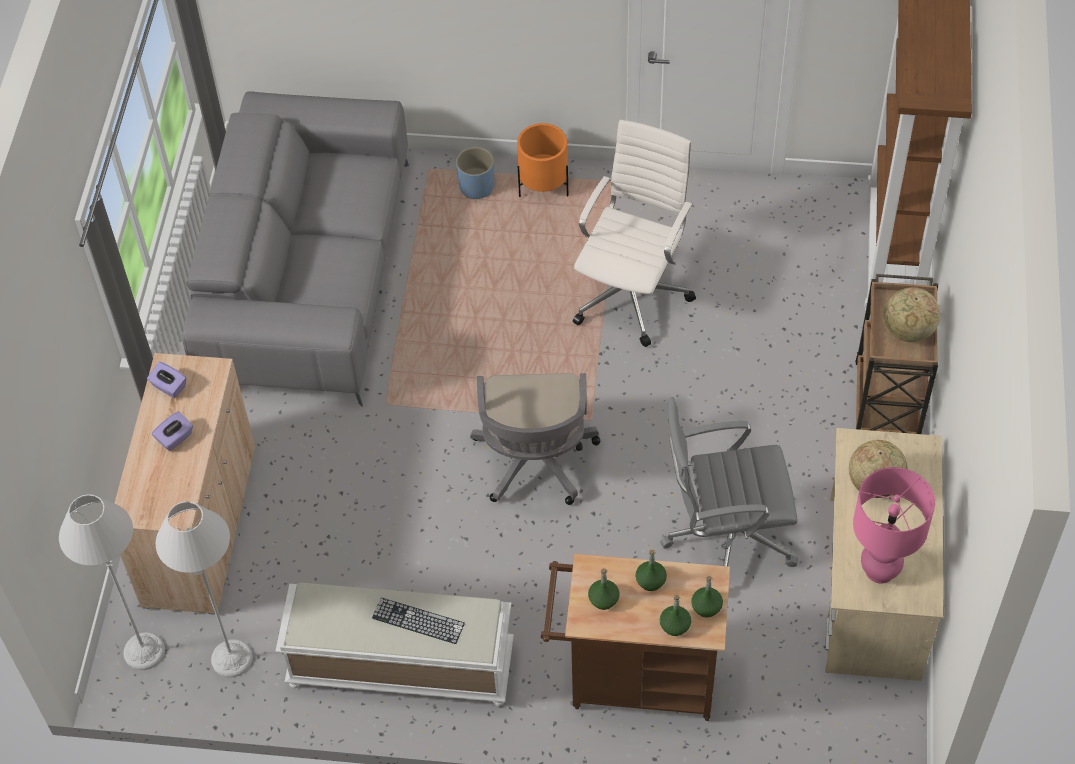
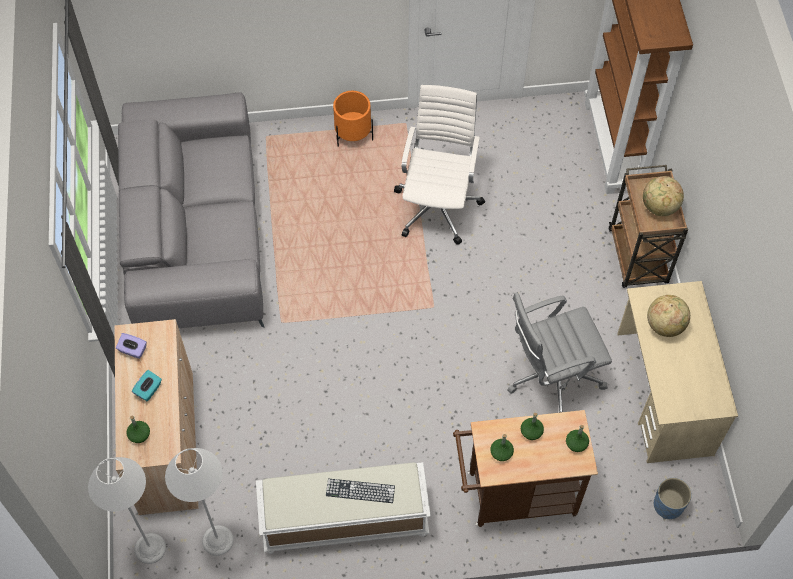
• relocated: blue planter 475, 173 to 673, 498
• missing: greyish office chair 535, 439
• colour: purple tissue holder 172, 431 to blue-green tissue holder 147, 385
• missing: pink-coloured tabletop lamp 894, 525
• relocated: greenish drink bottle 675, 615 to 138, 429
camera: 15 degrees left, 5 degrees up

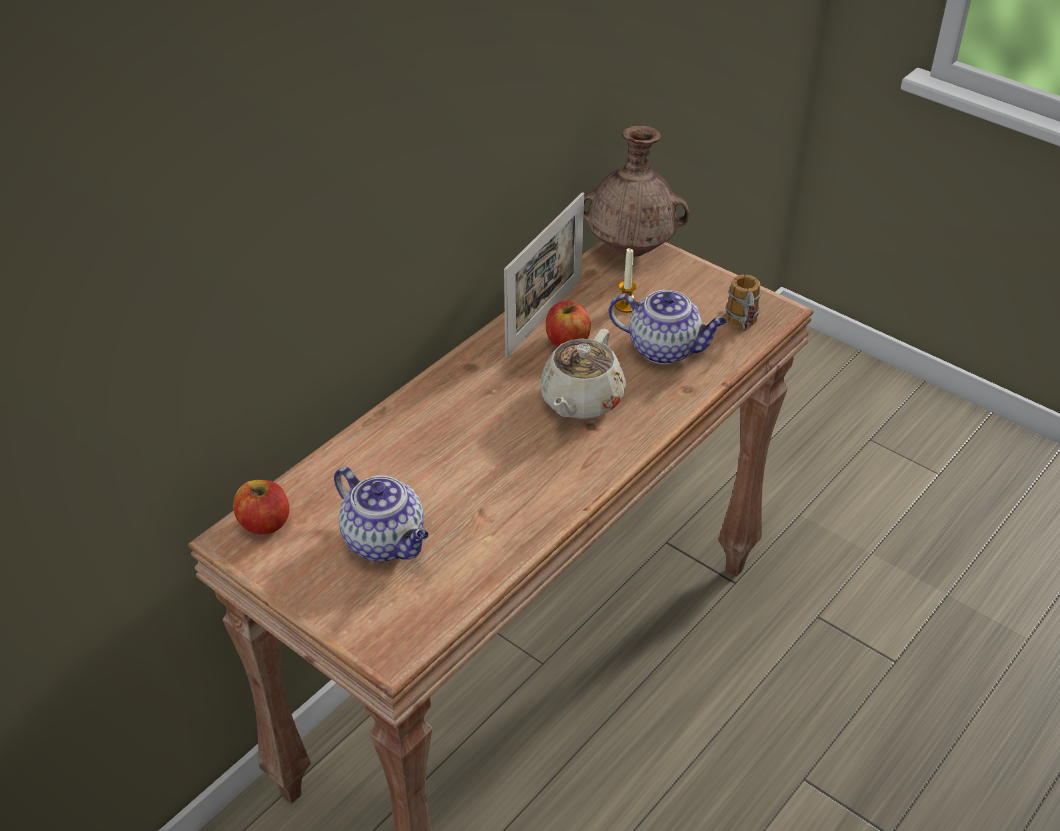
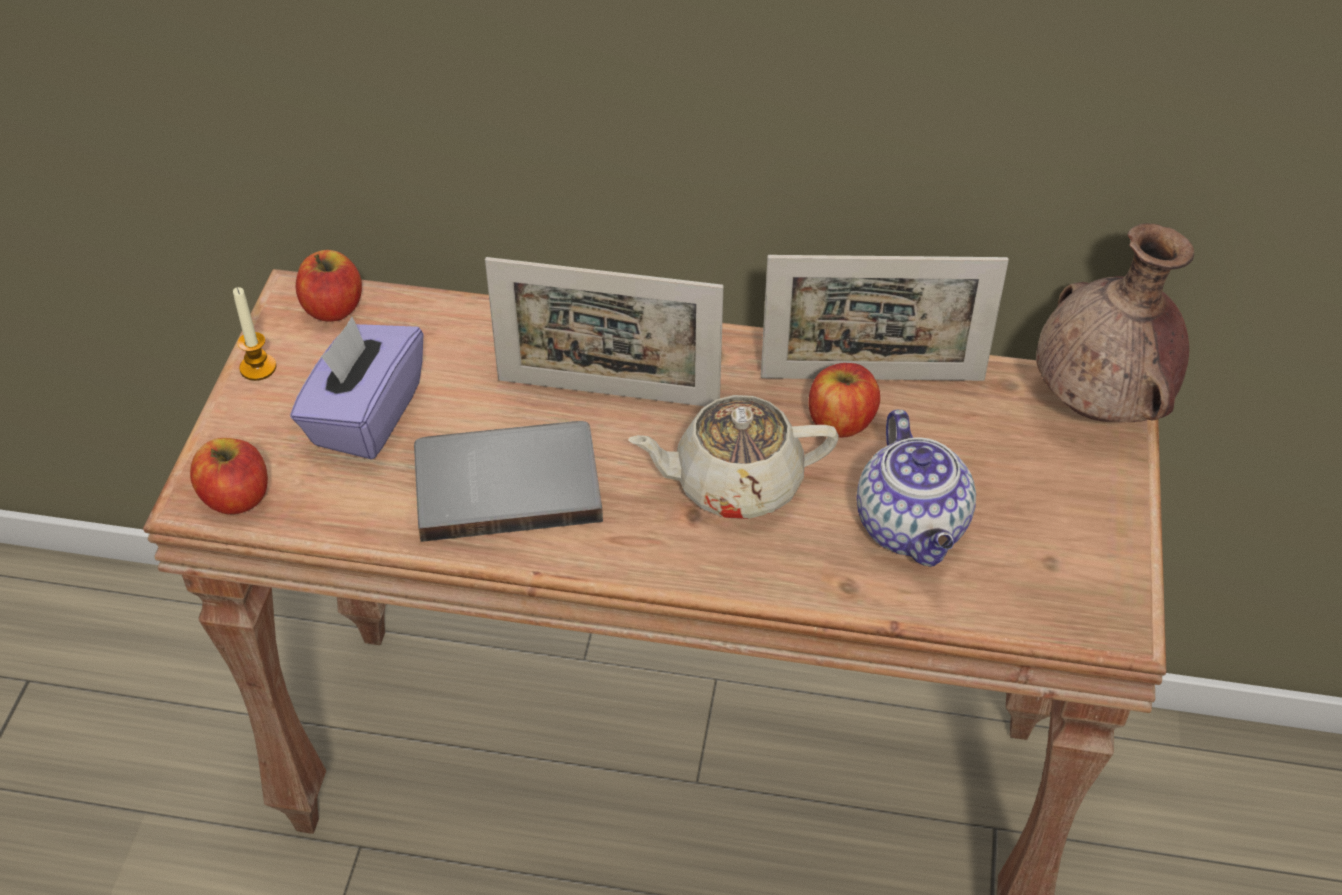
• relocated: candle 626, 280 to 255, 334
• missing: tea mug 743, 303
• exchanged: pot for tea 381, 514 to purple tissue holder 356, 388
• appeared: photo frame 604, 331
• appeared: greyish bound book 508, 481
• appeared: whole apple 229, 476
camera: 60 degrees right, 5 degrees up

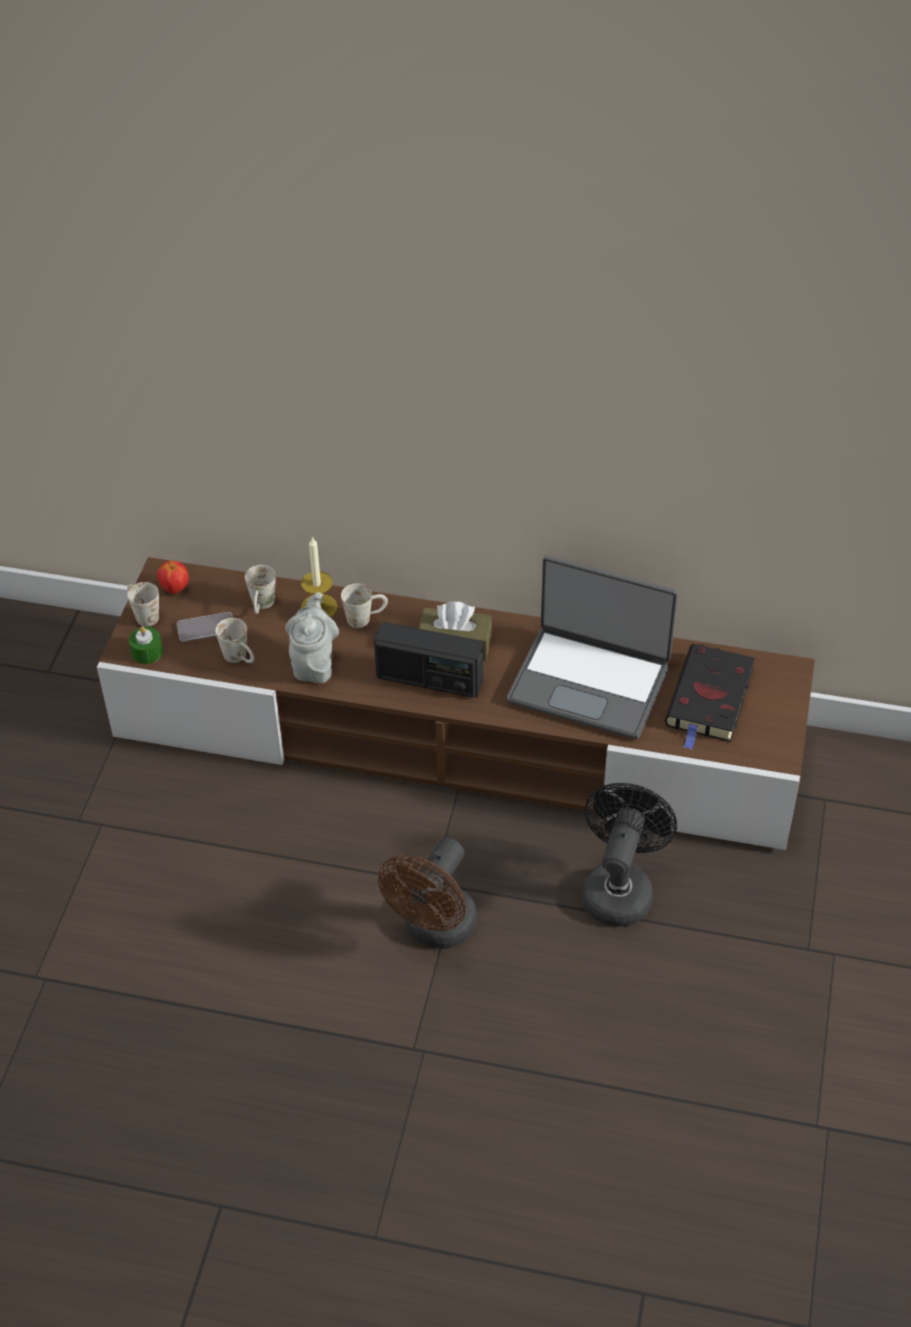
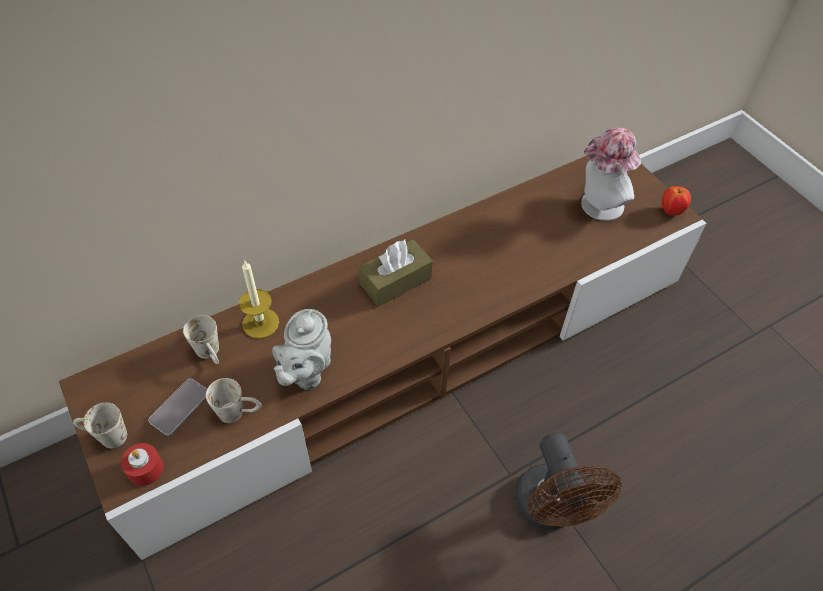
• missing: laptop 592, 648
• relocated: whole apple 173, 577 to 676, 200
• missing: white tea mug 364, 605
• spun: greyish pot for tea 312, 637 = 301, 349 120 degrees counterclockwise
• missing: radio 428, 660
• colour: greenish candle 146, 645 to reddish candle 142, 464
• exchanged: blackish bound book 710, 697 to wearable hat 611, 174
• missing: blackish electric fan 629, 855
camera: 45 degrees left, 5 degrees up

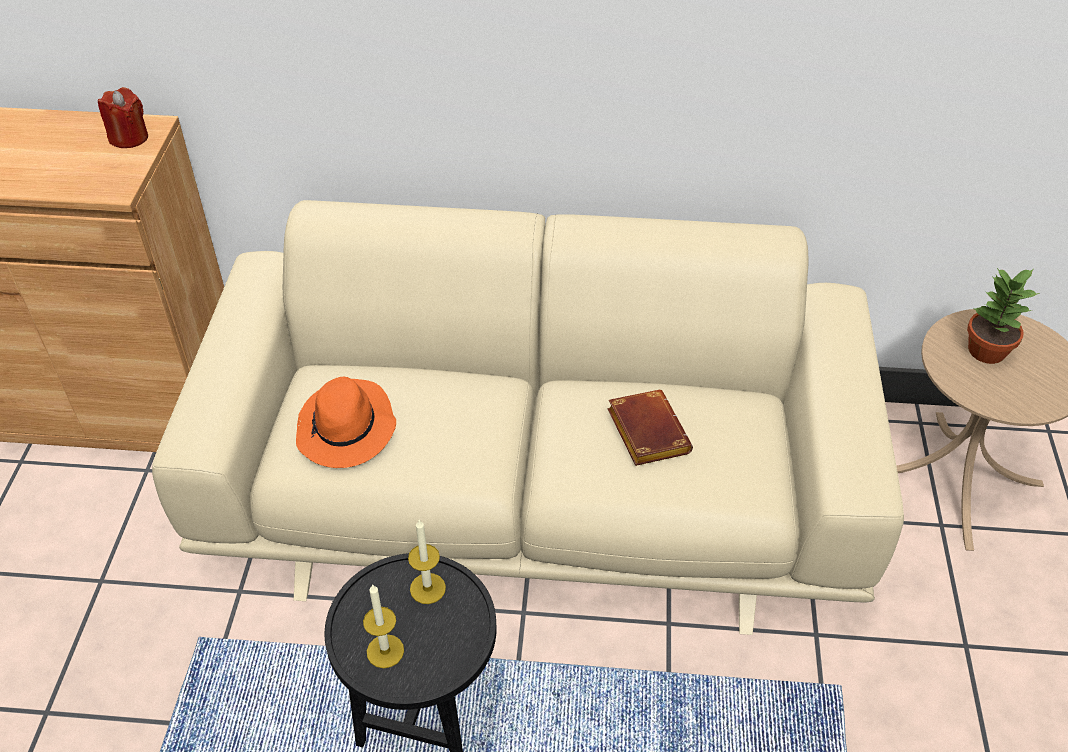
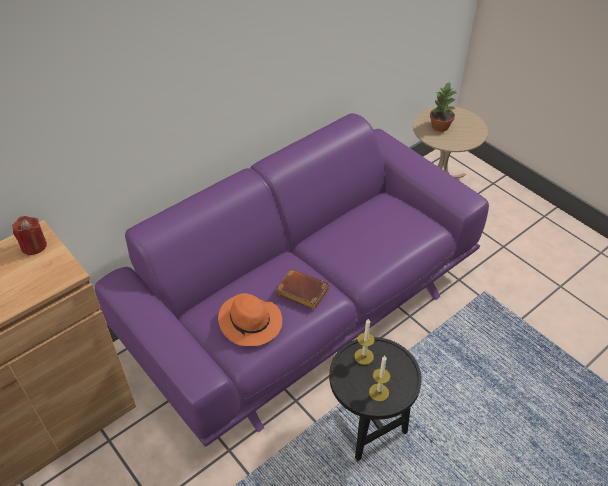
• colour: beige-coloured couch 528, 417 to purple couch 292, 280
• relocated: brown bound book 650, 428 to 302, 289
camera: 45 degrees left, 0 degrees up

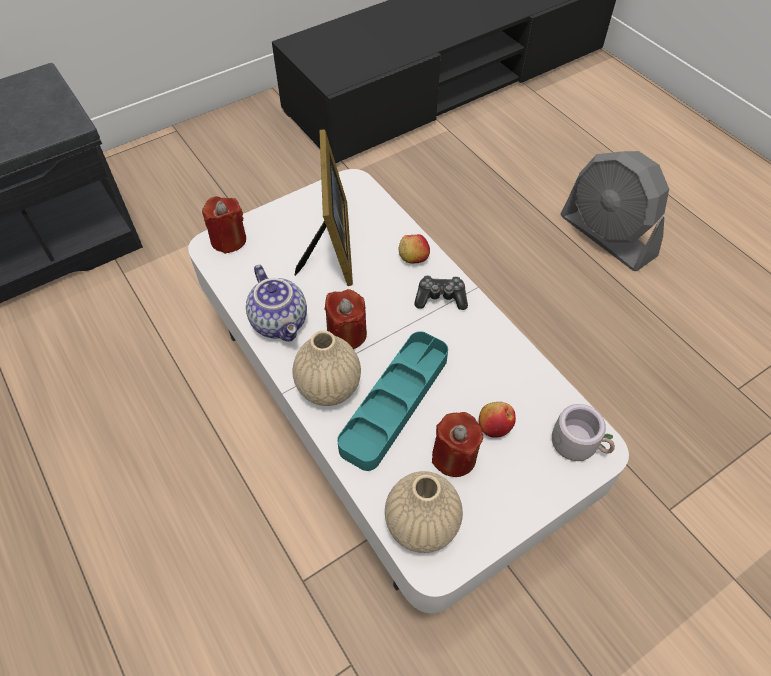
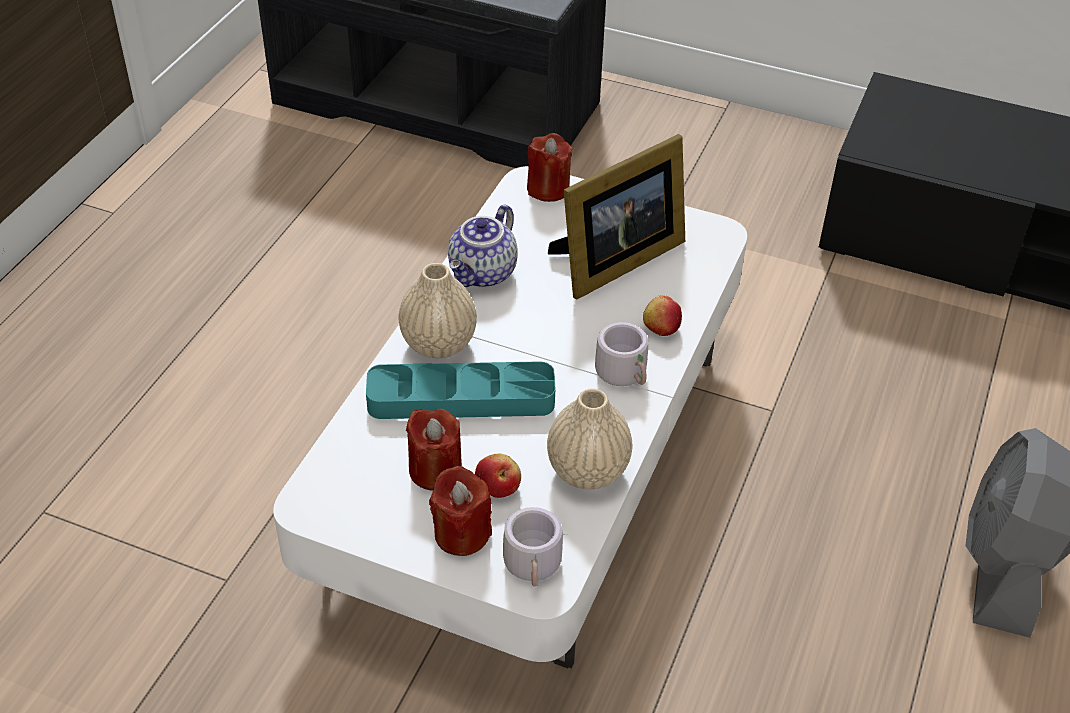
• exchanged: joypad 441, 292 to greyish tea mug 621, 354
• relocated: reddish candle 345, 319 to 460, 511
• relocated: beige-coloured flower vase 424, 512 to 589, 438
camera: 55 degrees right, 10 degrees down

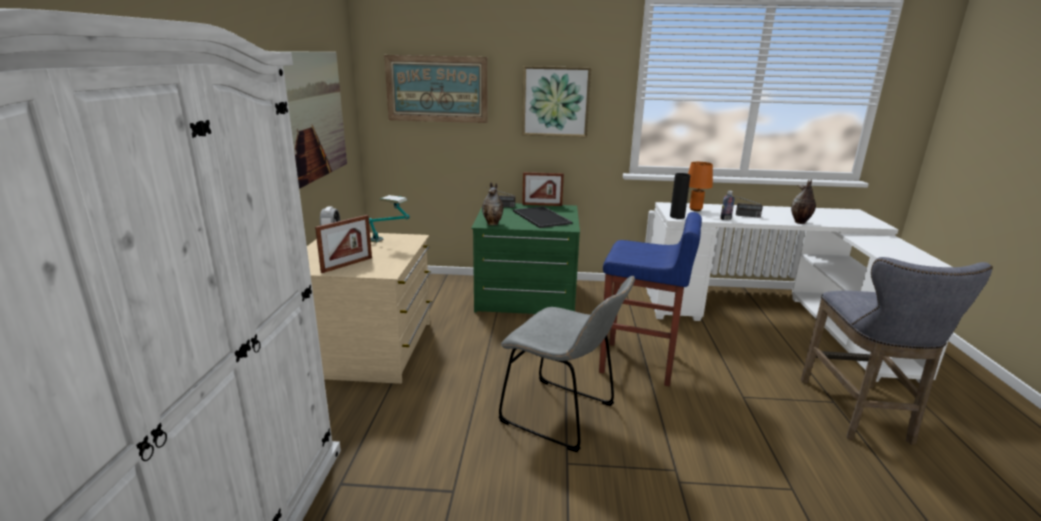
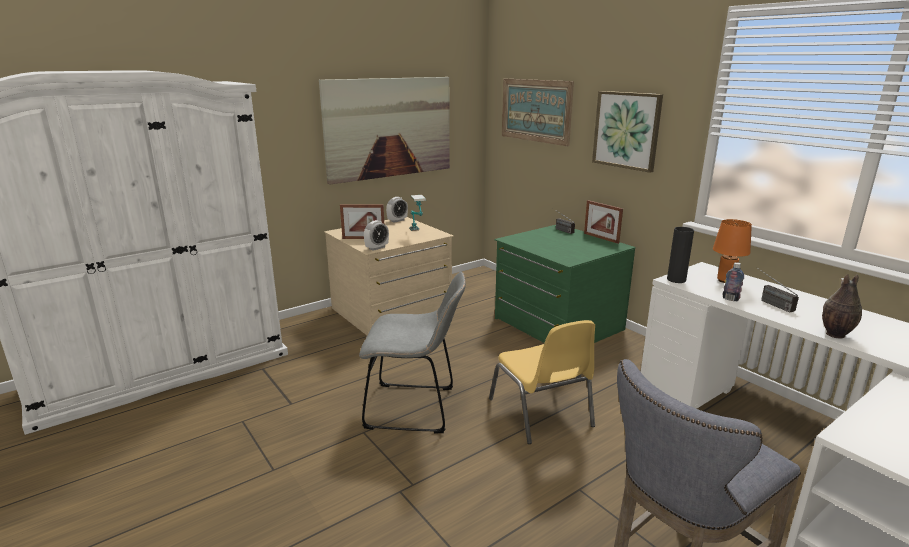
• missing: flower vase 492, 203
• missing: carrying tray 542, 217
• exchanged: blue sitting stool 650, 299 to yellow chair 542, 382
• spun: greyish chair 567, 364 = 412, 353 75 degrees counterclockwise
• appeared: alarm clock 376, 235
camera: 50 degrees right, 0 degrees up

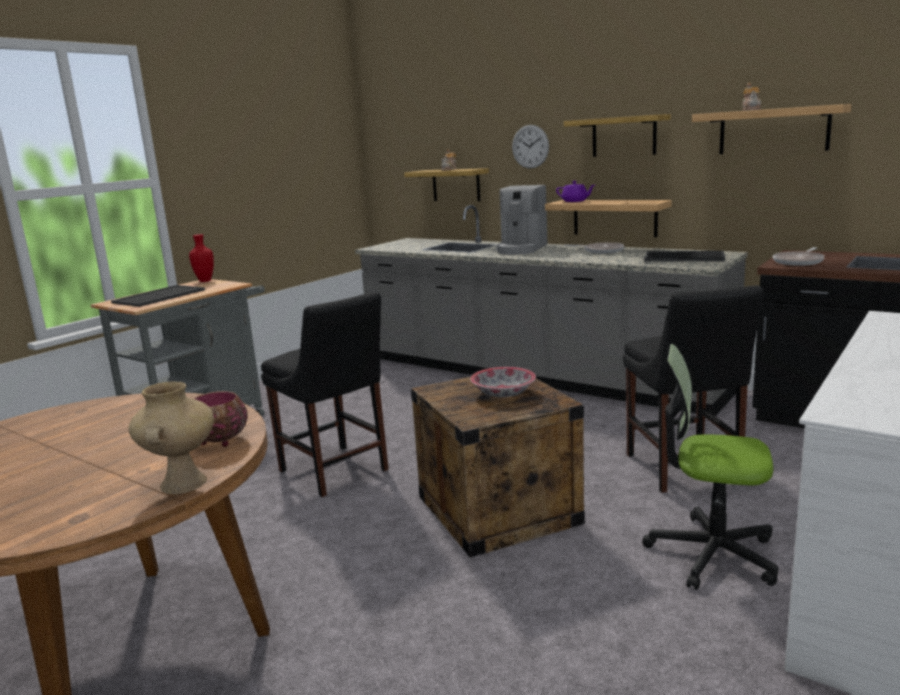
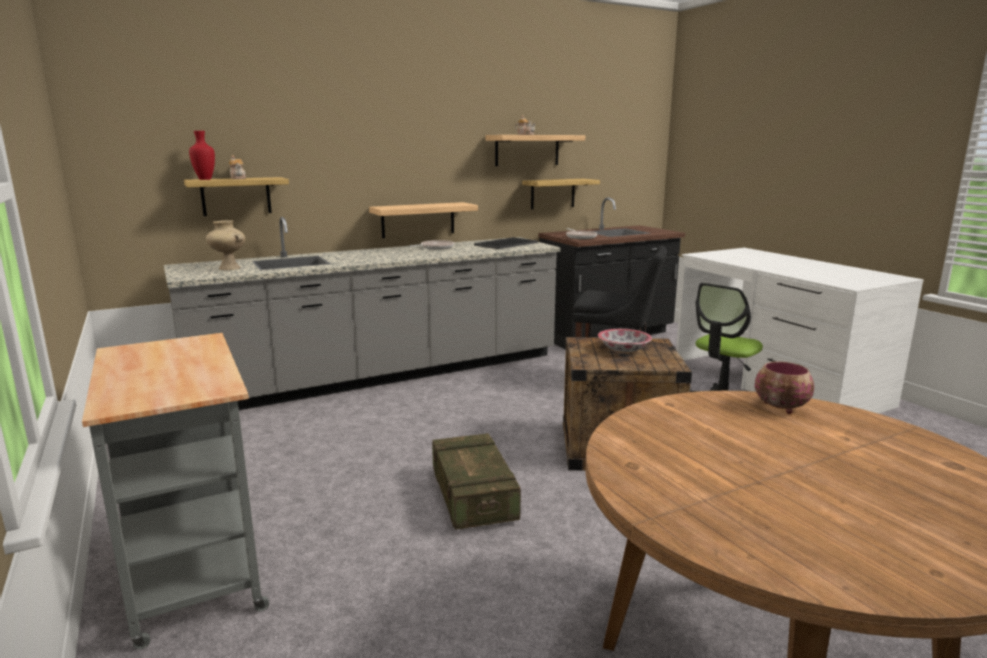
• relocated: wall shelf 617, 135 to 561, 194
• missing: wall clock 530, 147
• missing: purple pot for tea 575, 191
• missing: coffee machine 521, 220
• relocated: reddish flower vase 201, 258 to 202, 155
• missing: carrying tray 158, 296
• exchanged: blackish chair 325, 394 to crate 476, 481
• relocated: beige-coloured flower vase 171, 438 to 225, 245
camera: 65 degrees left, 0 degrees up

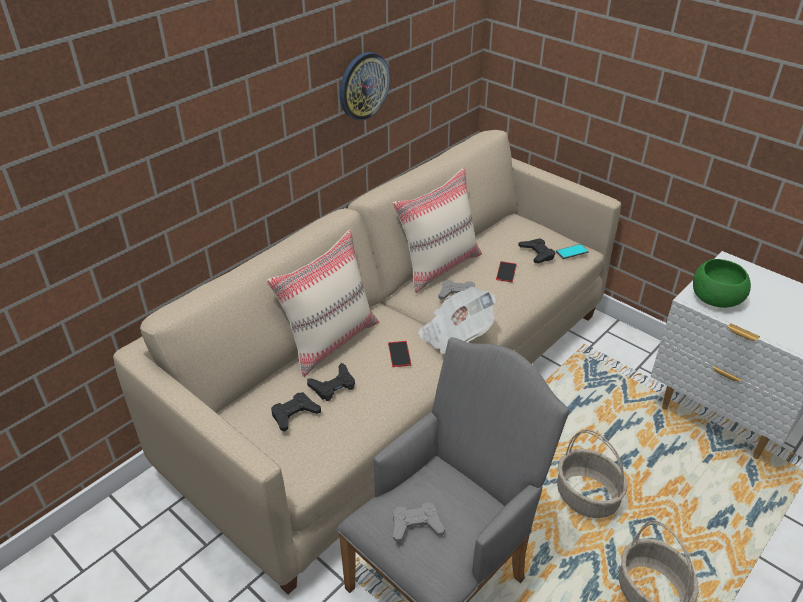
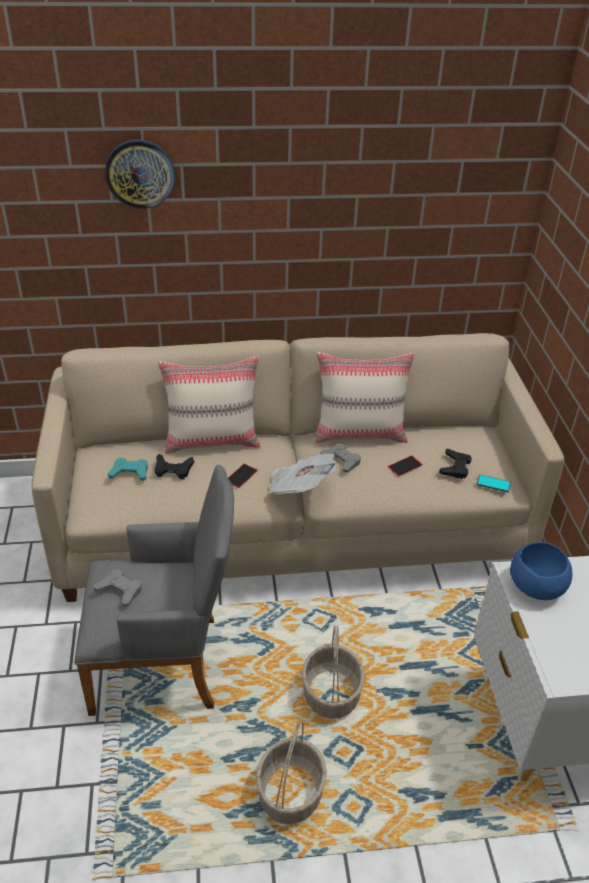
• relocated: wall clock 365, 86 to 140, 174
• colour: greenish bowl 722, 283 to blue bowl 541, 571
• colour: blackish joypad 296, 411 to blue-green joypad 128, 469
camera: 40 degrees right, 0 degrees up

